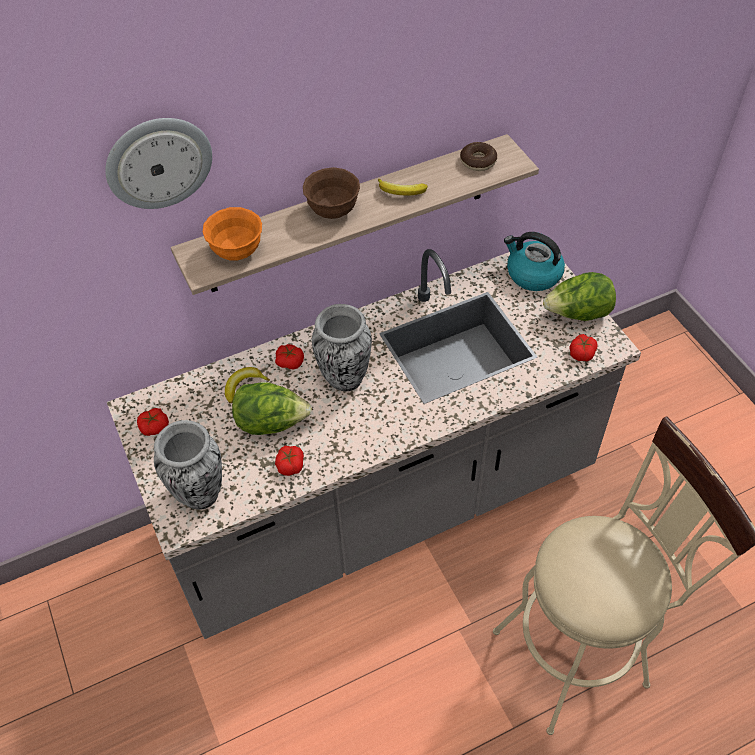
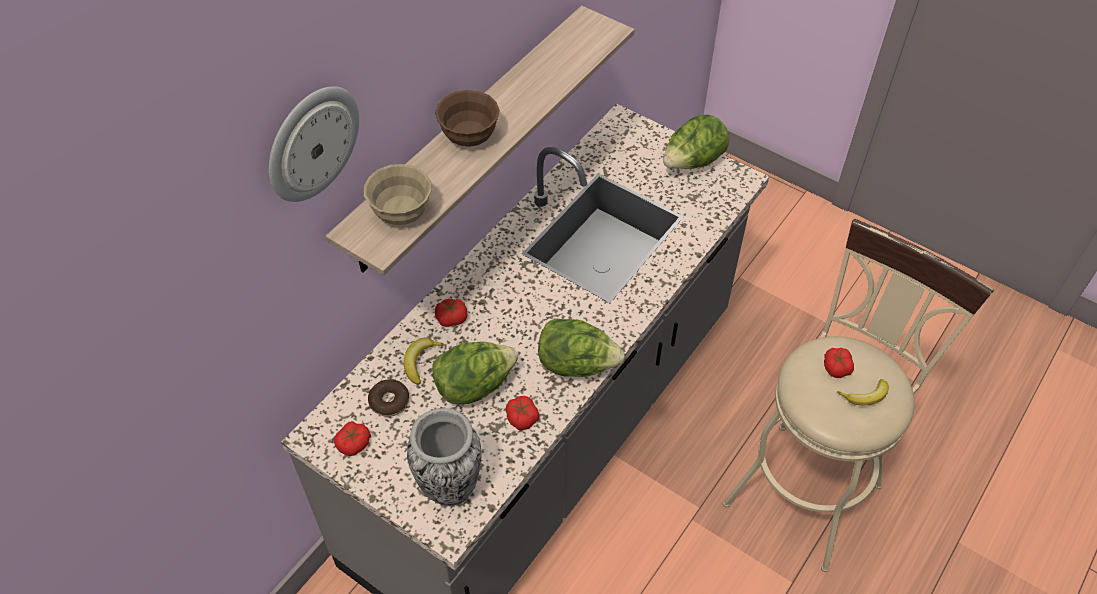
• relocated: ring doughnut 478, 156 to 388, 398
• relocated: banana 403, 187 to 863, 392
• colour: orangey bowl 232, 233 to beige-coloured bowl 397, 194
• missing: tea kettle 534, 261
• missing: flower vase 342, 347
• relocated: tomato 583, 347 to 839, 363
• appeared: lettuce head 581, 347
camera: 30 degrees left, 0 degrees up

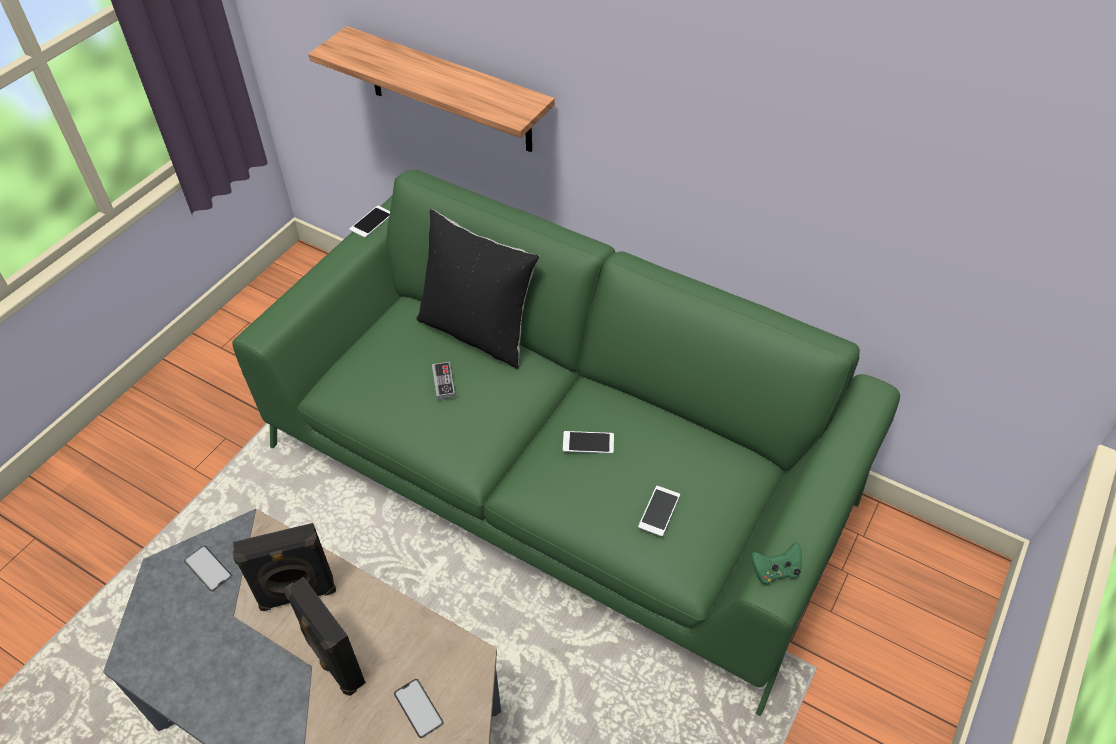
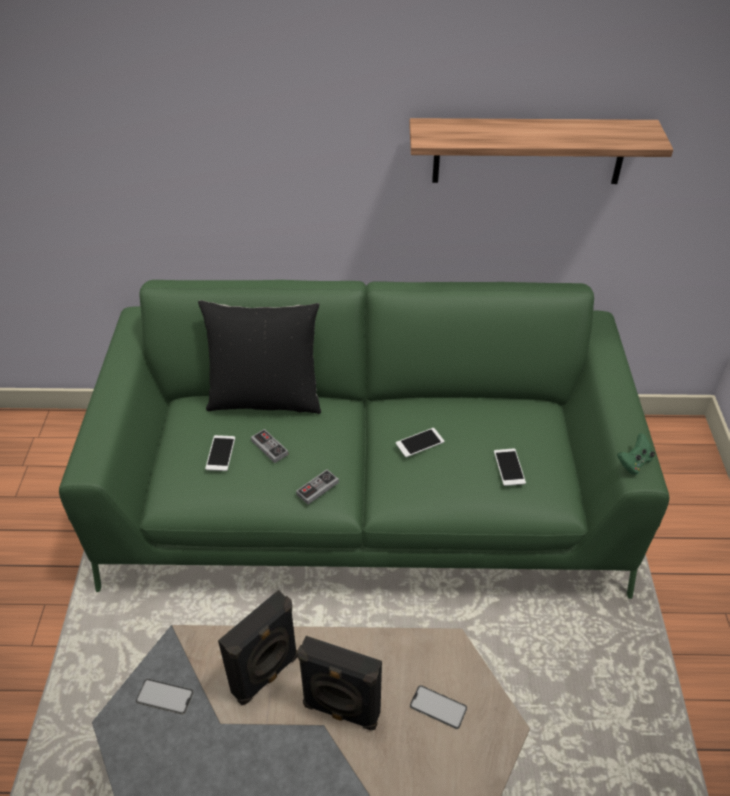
• relocated: wall shelf 431, 89 to 541, 151
• relocated: telephone 369, 222 to 220, 453
• appeared: joypad 317, 486
camera: 30 degrees left, 5 degrees down

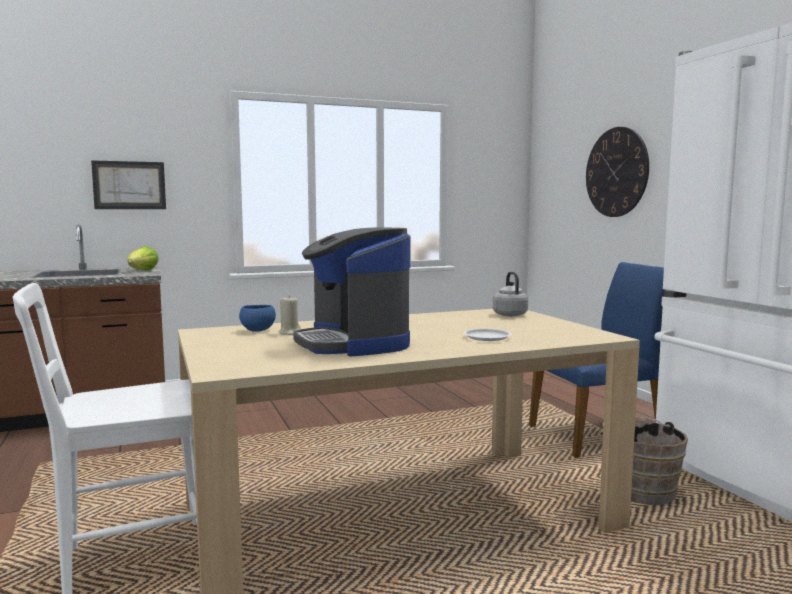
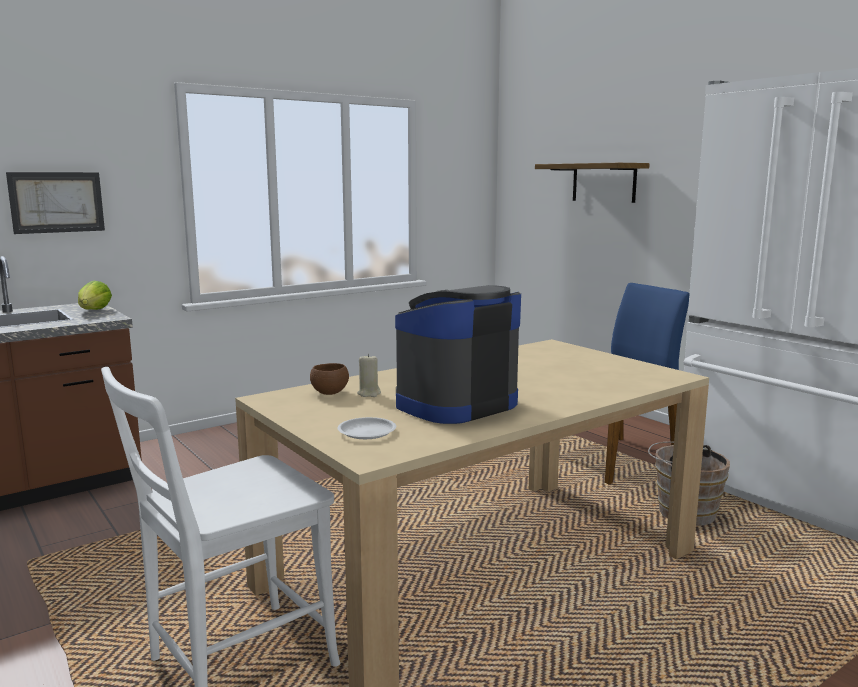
• exchanged: wall clock 617, 172 to wall shelf 592, 183
• spun: coffee machine 352, 291 = 458, 354 90 degrees clockwise
• missing: greyish tea kettle 510, 294
• colour: blue bowl 257, 318 to brown bowl 329, 379
• relocated: white flat dish 487, 335 to 367, 428
camera: 15 degrees left, 5 degrees up

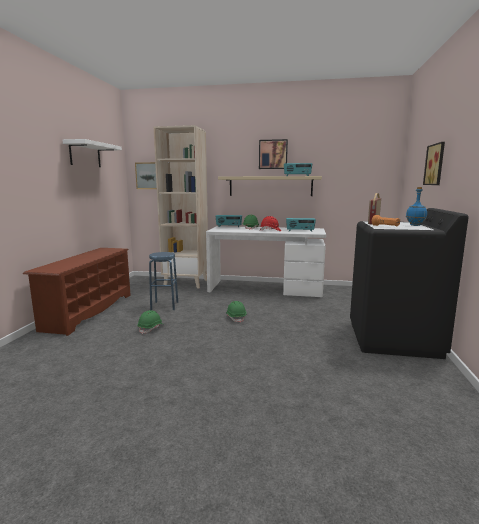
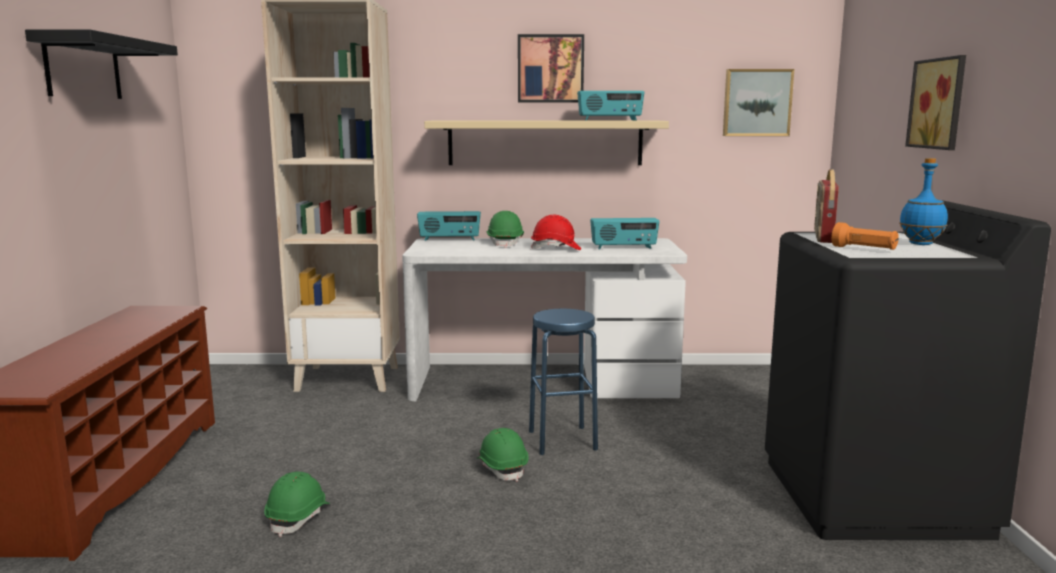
• colour: white wall shelf 92, 153 to blackish wall shelf 101, 64
• relocated: wall picture 146, 175 to 758, 102
• relocated: blue sitting stool 163, 281 to 563, 382
camera: 10 degrees left, 0 degrees up

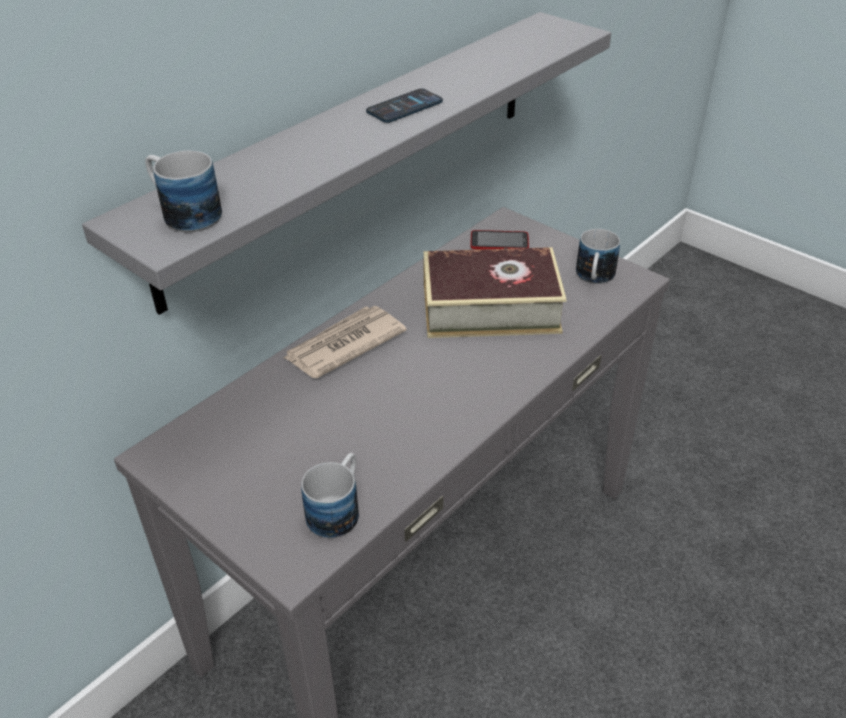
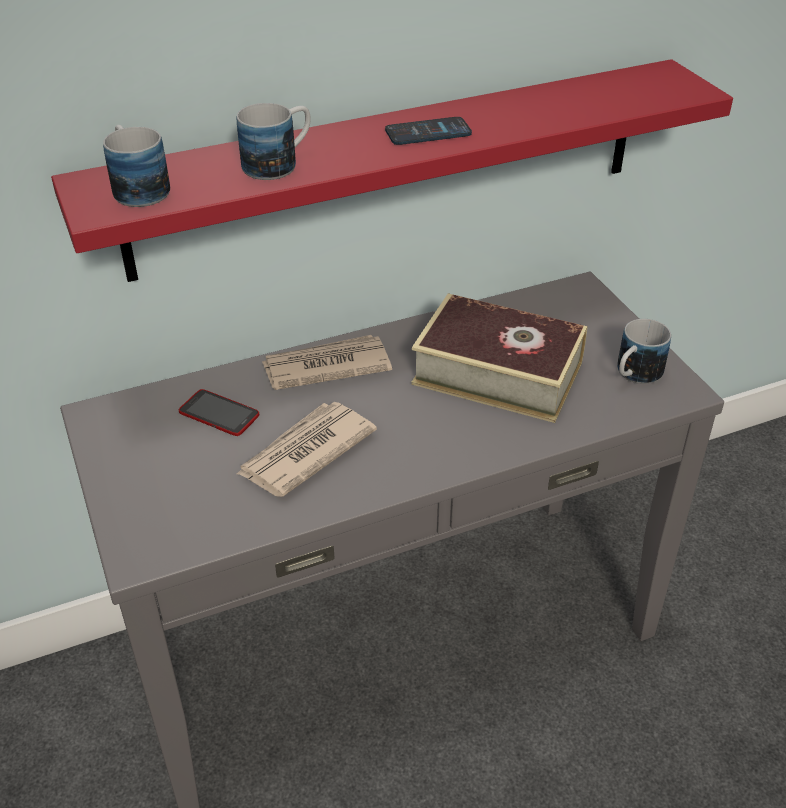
• colour: greyish wall shelf 346, 163 to reddish wall shelf 392, 170
• relocated: telephone 499, 240 to 219, 412
• relocated: tea mug 330, 495 to 273, 141
• appeared: newspaper 307, 449
camera: 25 degrees right, 0 degrees up

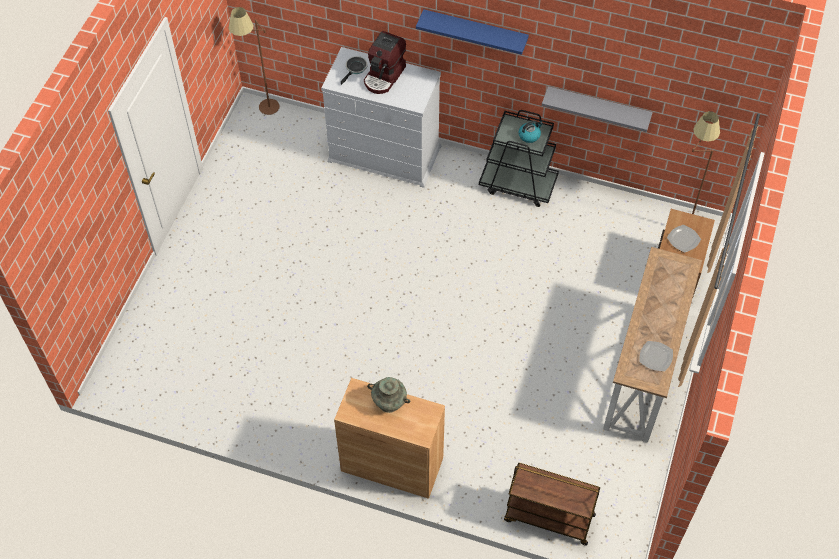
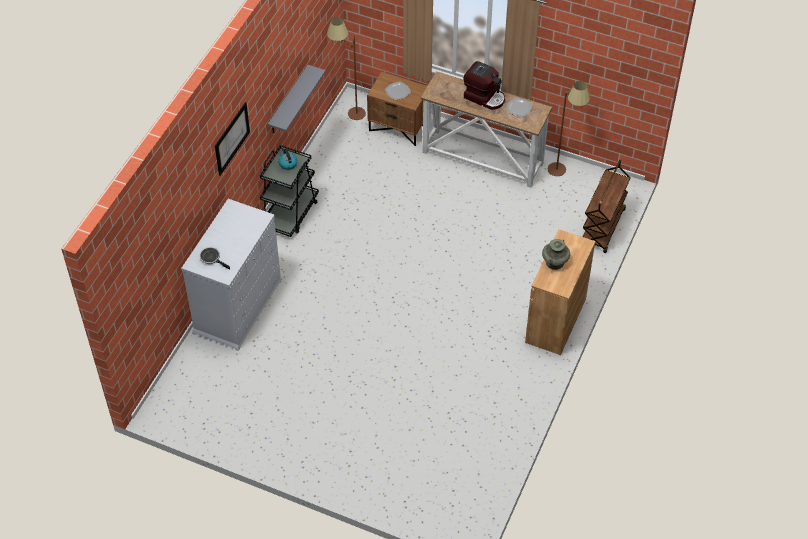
• relocated: brown standard lamp 254, 61 to 569, 128
• exchanged: blue wall shelf 472, 32 to wall picture 232, 139
• relocated: coffee machine 385, 62 to 484, 85
camera: 85 degrees left, 5 degrees down

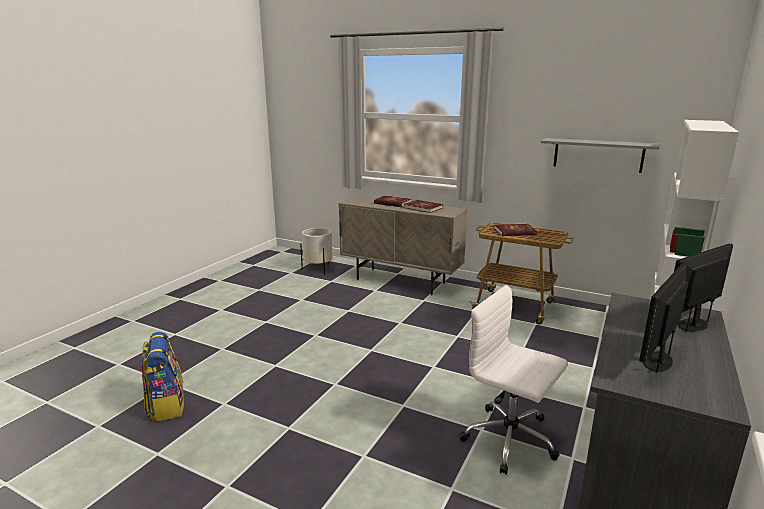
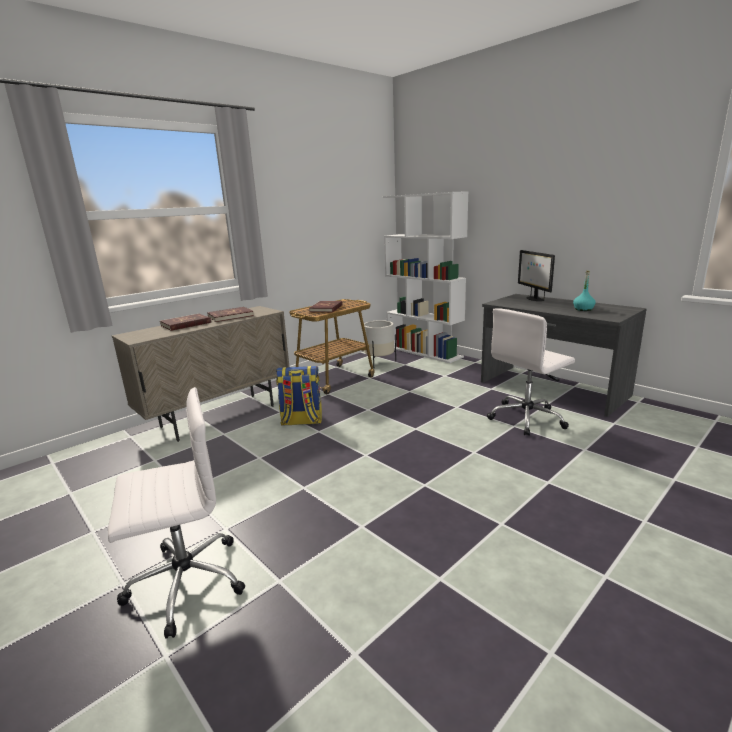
• missing: greyish wall shelf 600, 155
• relocated: white planter 316, 251 to 380, 344
• exchanged: computer screen 663, 318 to blue-green drink bottle 584, 291
• relocated: knapsack 162, 377 to 299, 396
• appeared: white office chair 176, 512
camera: 70 degrees left, 0 degrees up

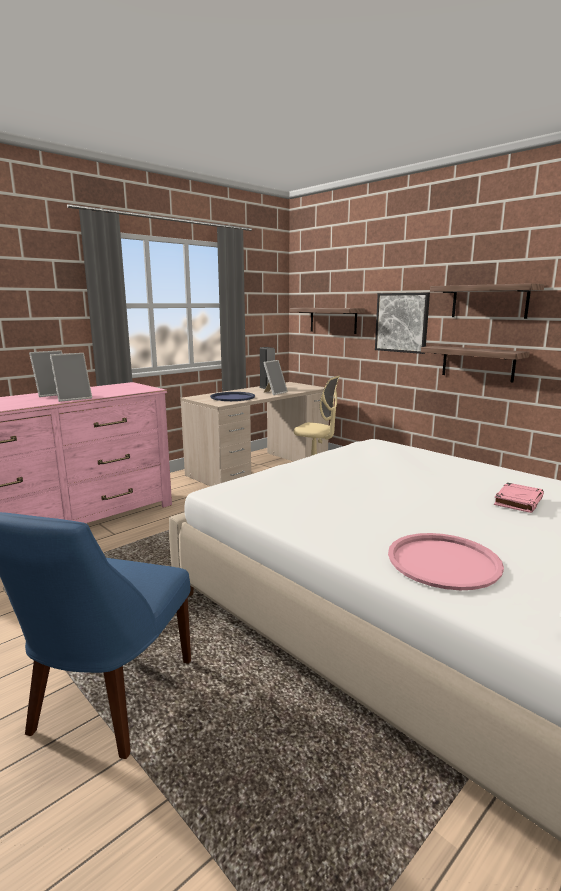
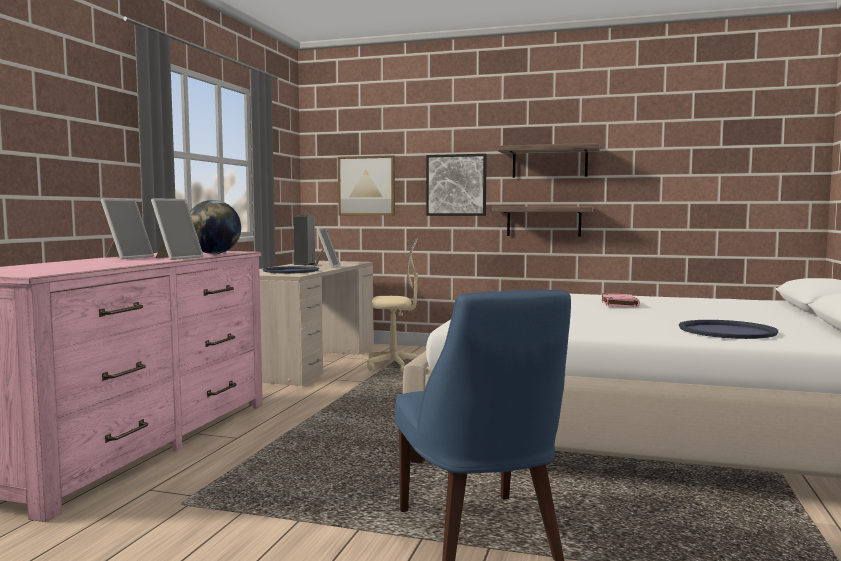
• exchanged: wall shelf 327, 321 to wall picture 366, 185
• relocated: pink-coloured bound book 519, 498 to 620, 300
• colour: pink-coloured carrying tray 446, 561 to blue carrying tray 728, 329
• appeared: desk globe 215, 227
camera: 30 degrees left, 10 degrees down

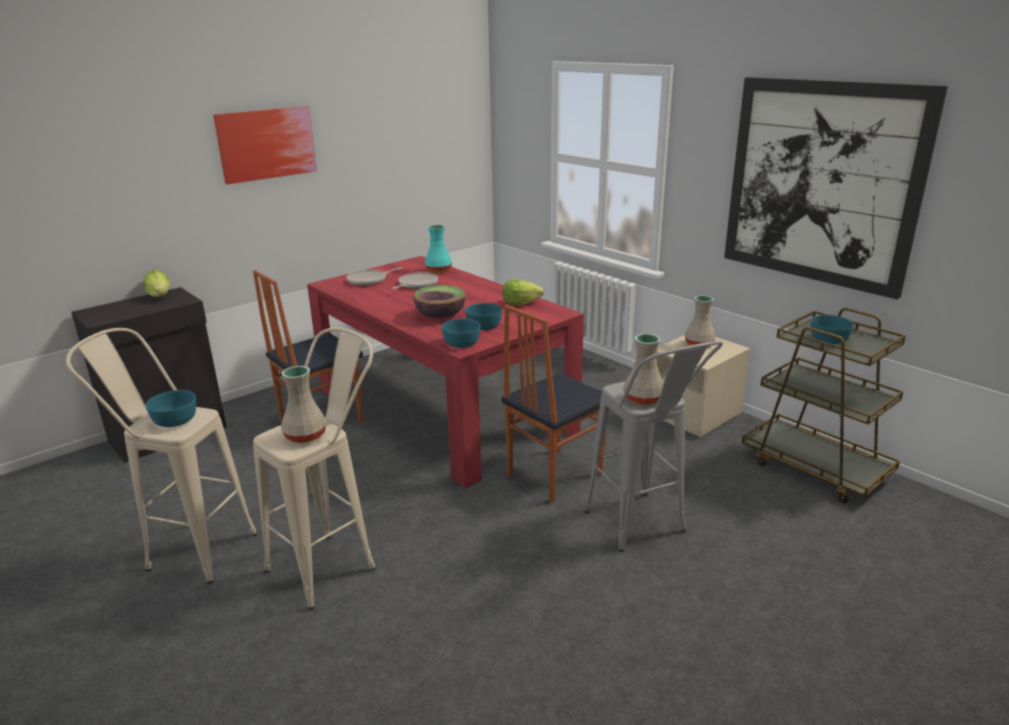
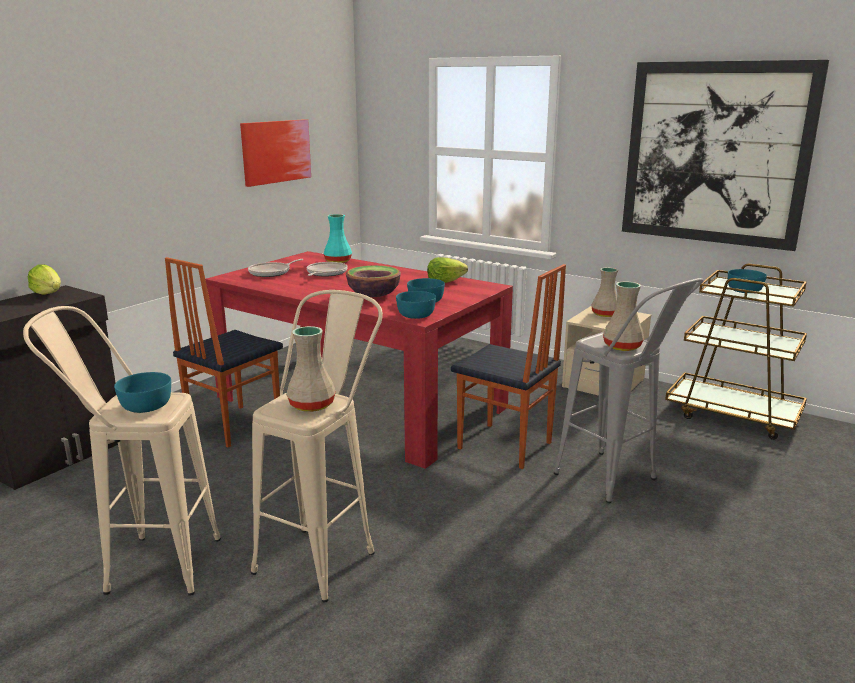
• relocated: wall picture 265, 145 to 275, 153
• spun: chair 554, 404 = 508, 366 90 degrees counterclockwise
camera: 15 degrees left, 5 degrees down

